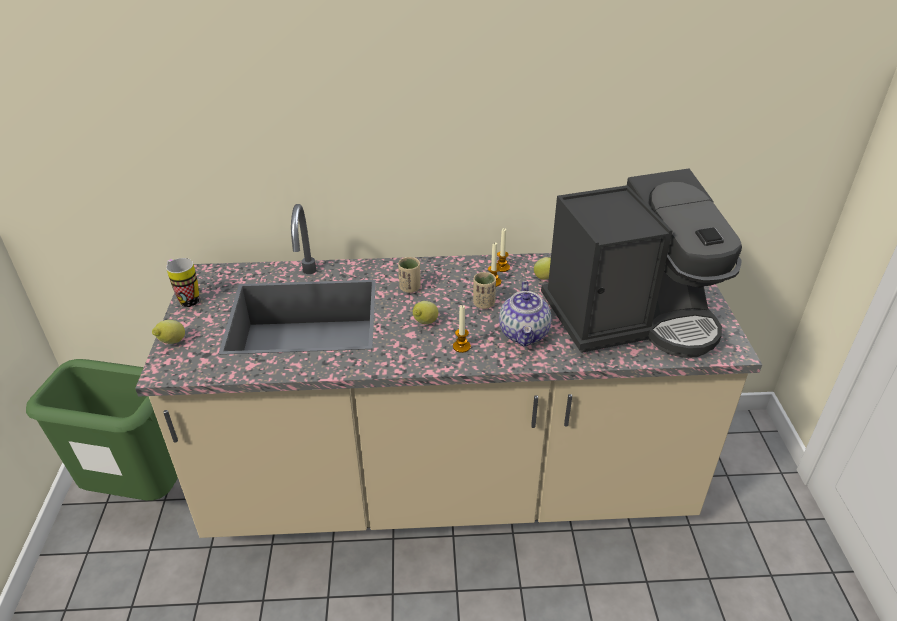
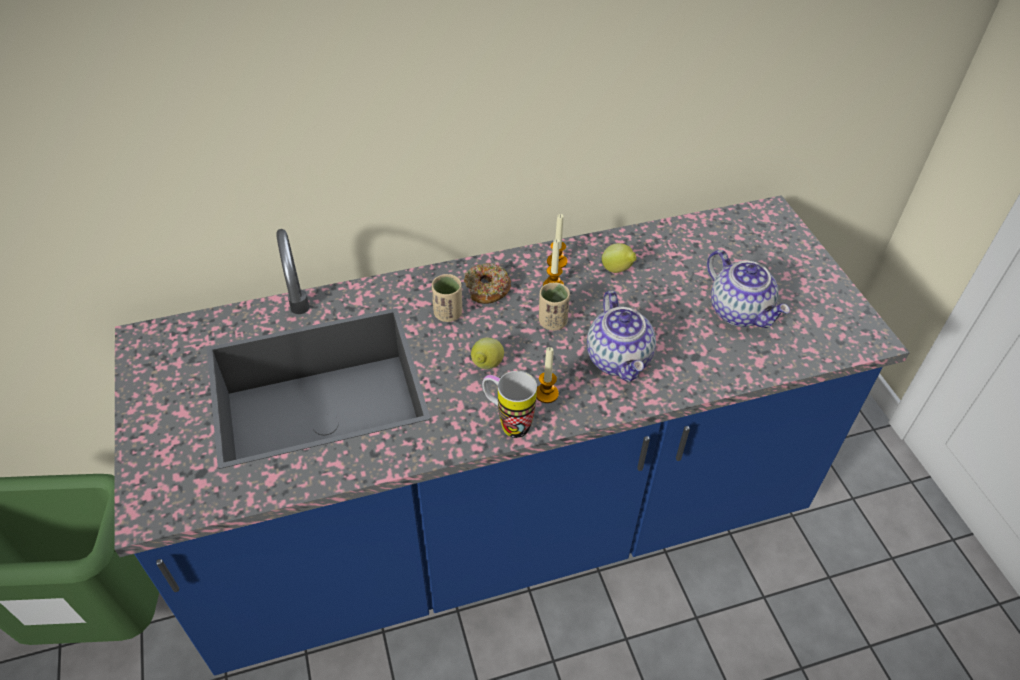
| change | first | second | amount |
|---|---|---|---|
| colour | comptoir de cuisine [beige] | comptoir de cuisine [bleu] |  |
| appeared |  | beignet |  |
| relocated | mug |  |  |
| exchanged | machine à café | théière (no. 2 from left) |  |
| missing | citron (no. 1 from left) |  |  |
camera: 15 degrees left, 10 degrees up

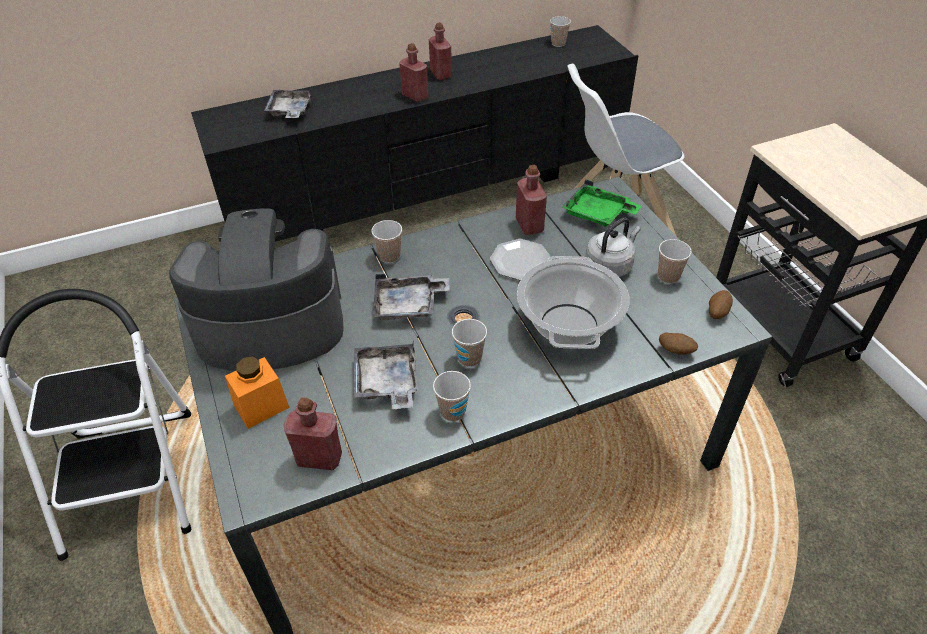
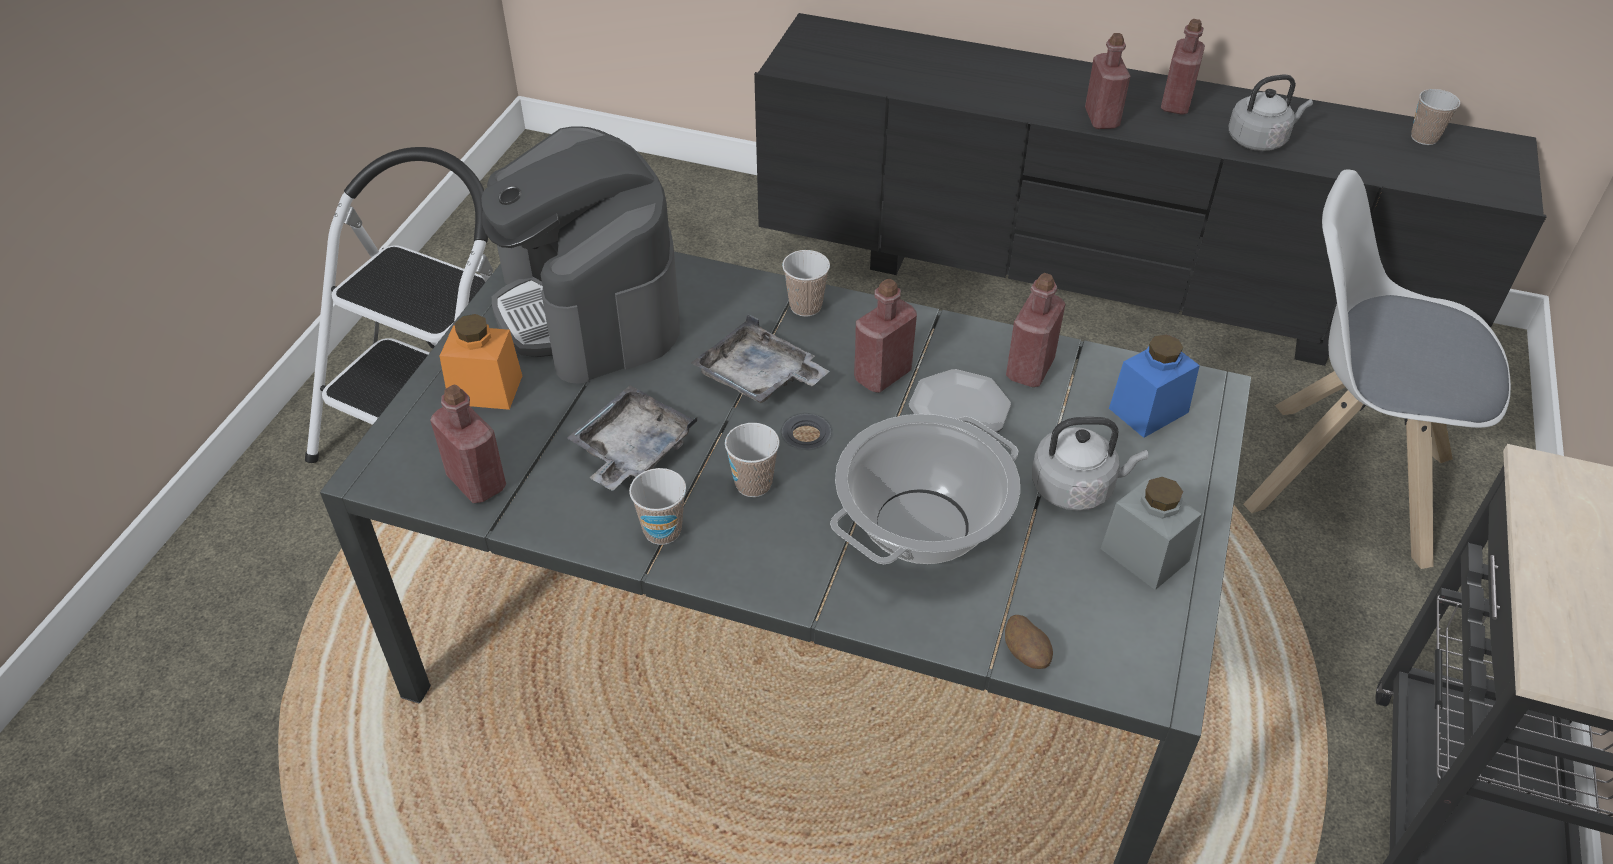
| change | first | second | amount |
|---|---|---|---|
| spun | machine à café |  | 150 degrees counterclockwise |
| appeared |  | bouteille [rouge] (no. 2 from left) |  |
| exchanged | tasse (no. 5 from left) | bocal [gris] |  |
| exchanged | plateau [vert] | bocal [bleu] |  |
| appeared |  | bouilloire [gris] (no. 2 from left) |  |
| missing | plateau [gris] (no. 1 from left) |  |  |
| missing | pomme de terre (no. 2 from left) |  |  |
camera: 40 degrees right, 0 degrees up

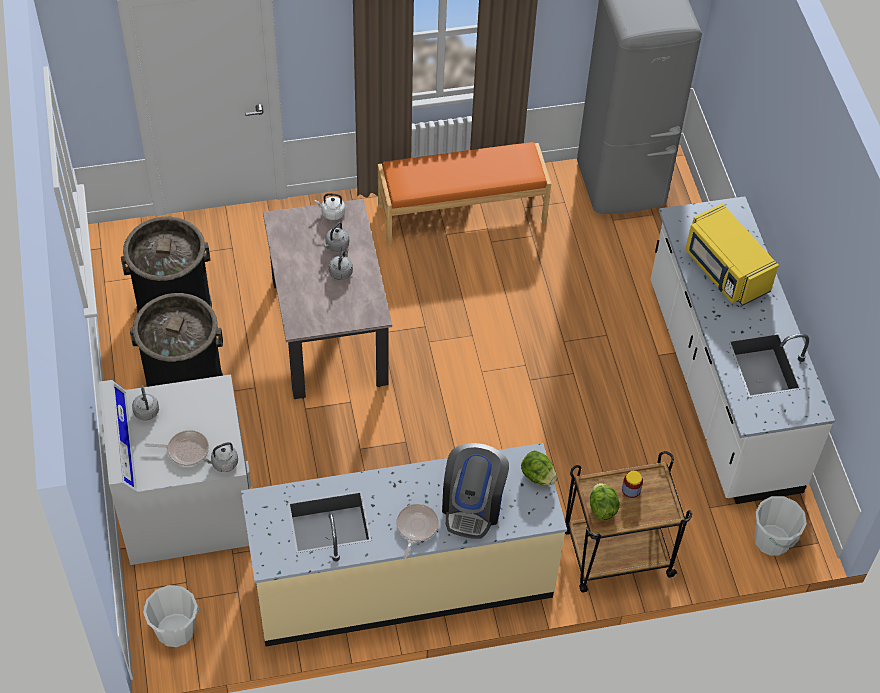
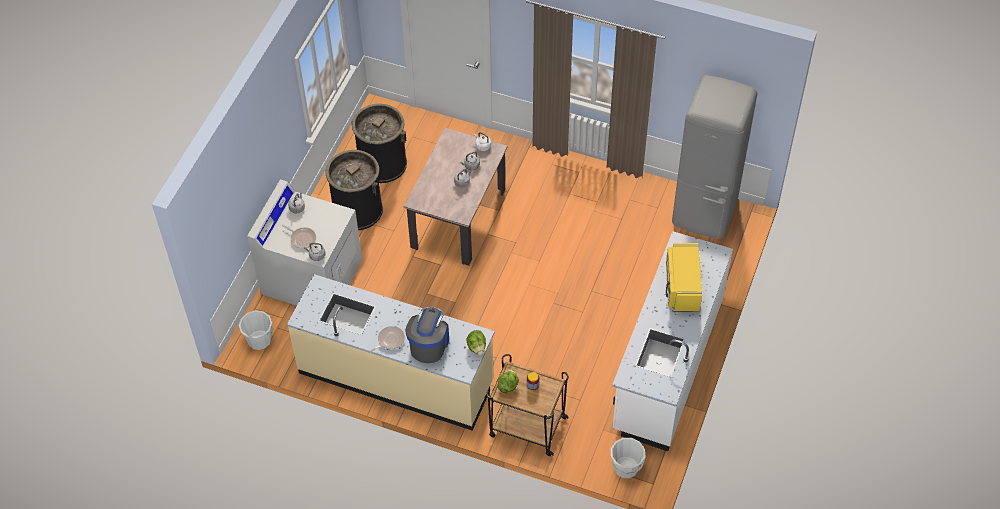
| change | first | second | amount |
|---|---|---|---|
| spun | machine à café |  | 150 degrees clockwise |
| missing | banc [orange] |  |  |
camera: 35 degrees right, 0 degrees up

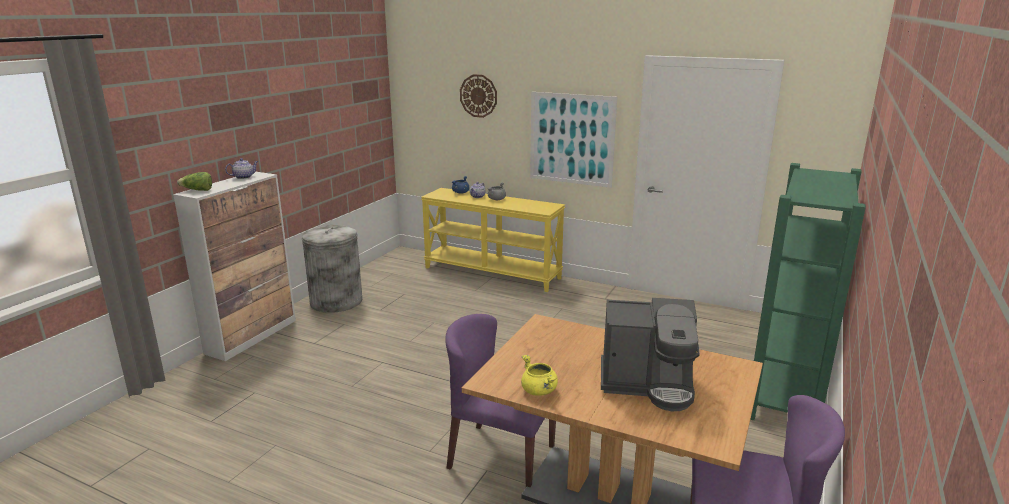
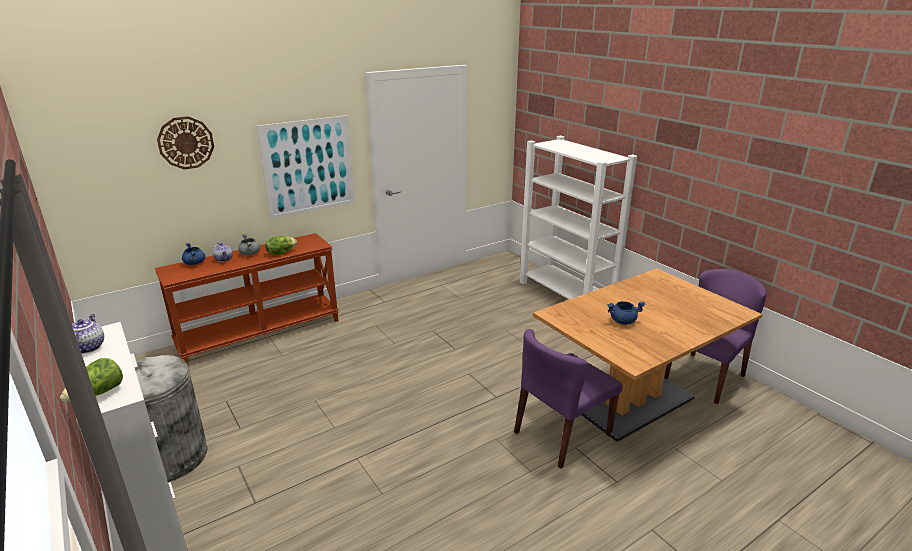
| change | first | second | amount |
|---|---|---|---|
| colour | table console [jaune] | table console [marron] |  |
| appeared |  | laitue (no. 2 from left) |  |
| colour | bibliothèque [vert] | bibliothèque [blanc] |  |
| appeared |  | marmite [bleu] (no. 2 from left) |  |
| missing | marmite [jaune] |  |  |
| missing | machine à café |  |  |
camera: 60 degrees left, 5 degrees up

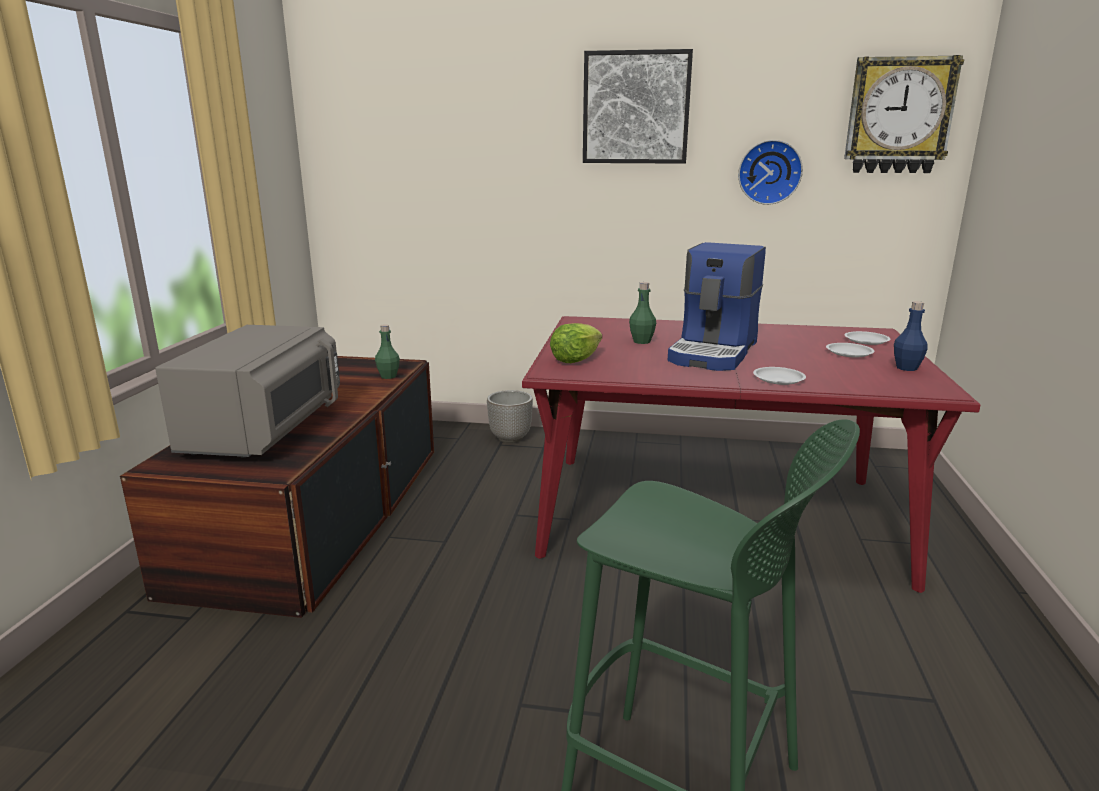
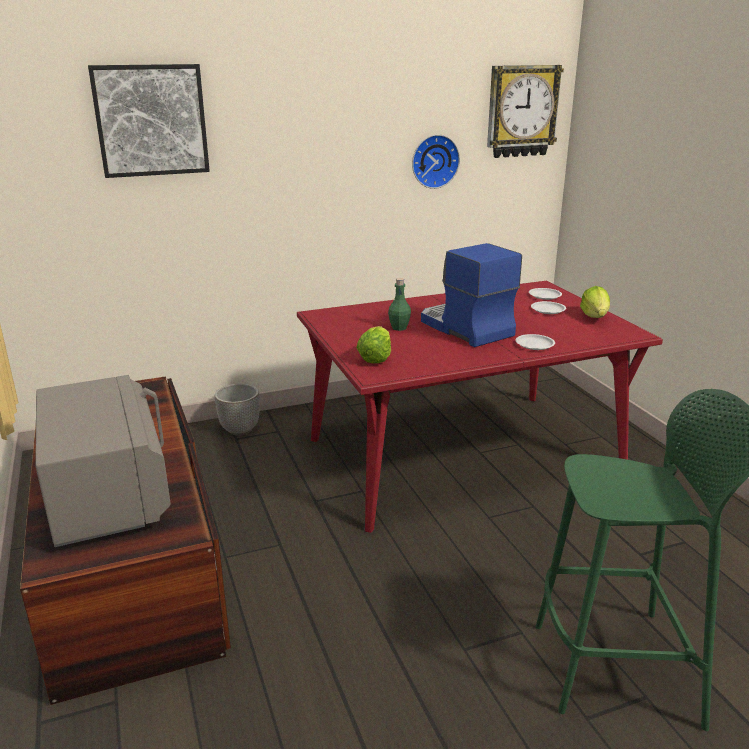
| change | first | second | amount |
|---|---|---|---|
| relocated | tableau |  |  |
| spun | machine à café |  | 150 degrees clockwise |
| exchanged | bouteille [bleu] | laitue (no. 2 from left) |  |
| missing | bouteille [vert] (no. 1 from left) |  |  |
camera: 30 degrees left, 5 degrees up

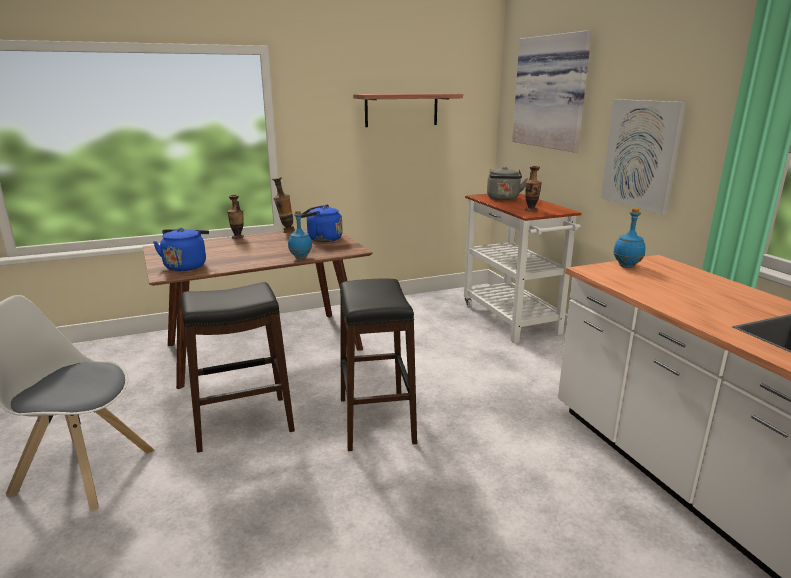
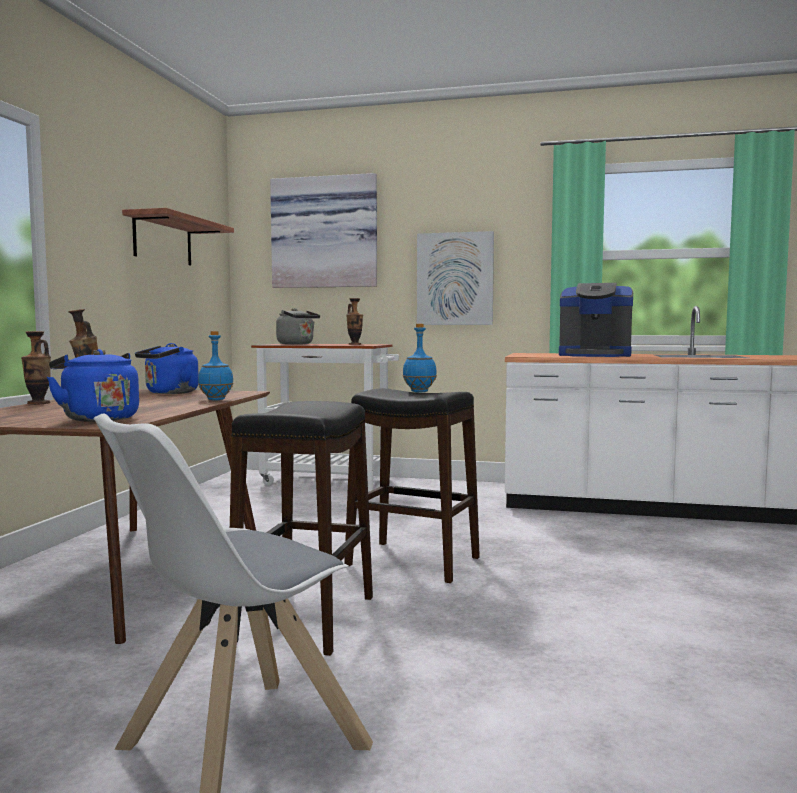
| change | first | second | amount |
|---|---|---|---|
| relocated | bouteille [bleu] (no. 2 from left) |  |  |
| appeared |  | machine à café |  |
camera: 55 degrees left, 15 degrees down

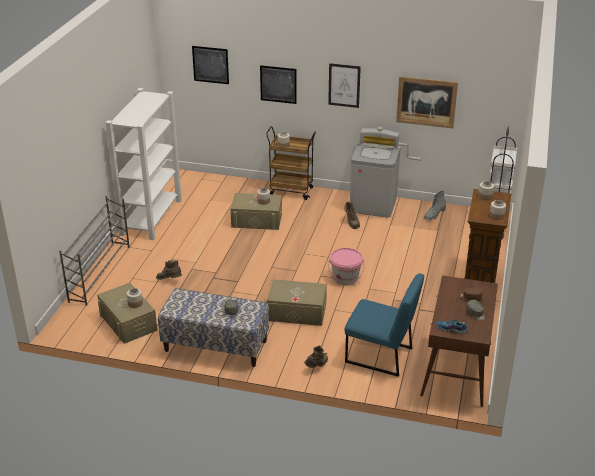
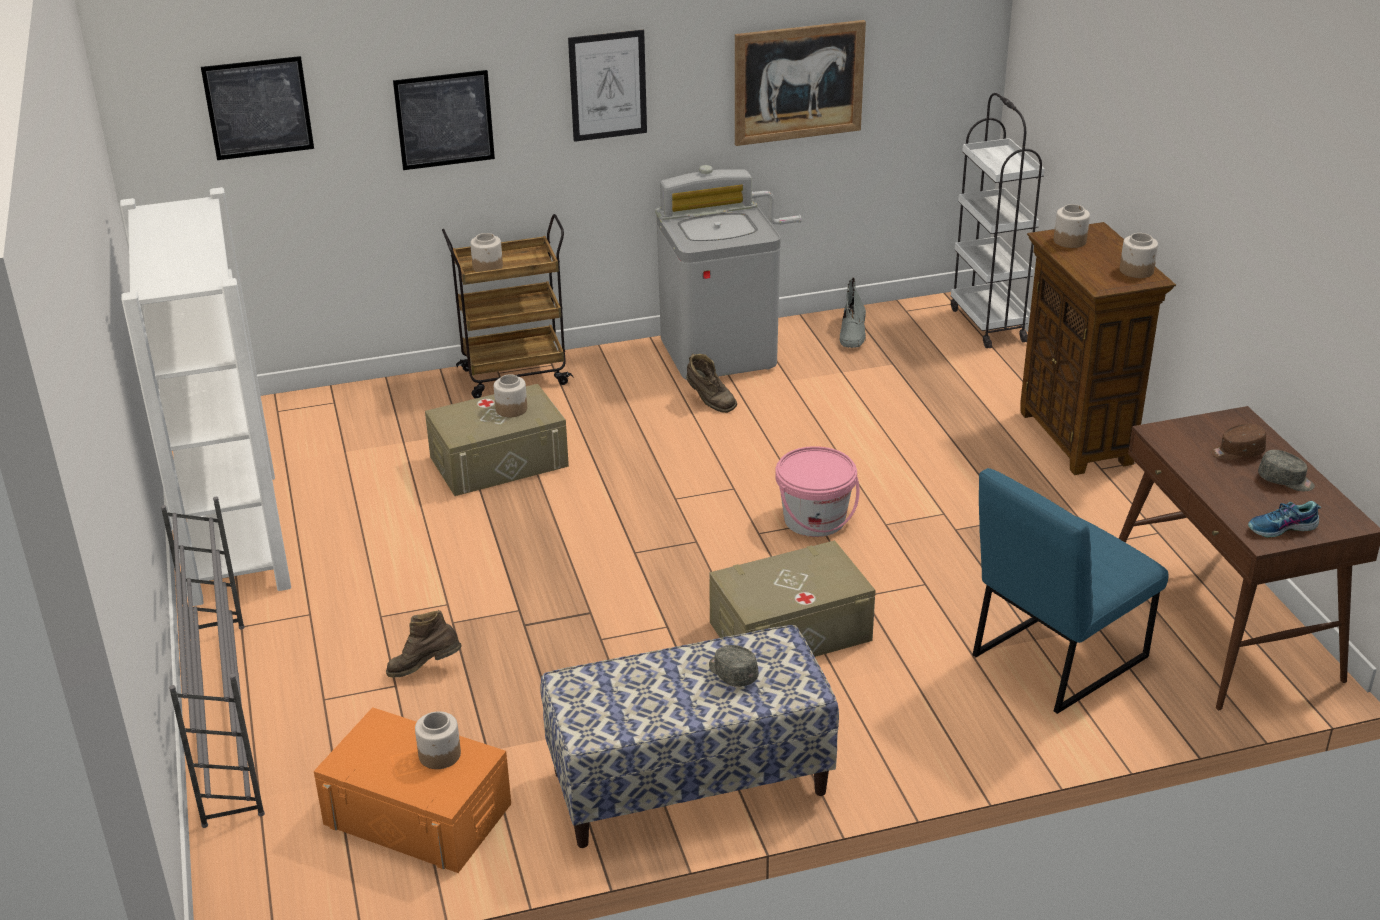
| change | first | second | amount |
|---|---|---|---|
| colour | boîte de rangement [beige] (no. 1 from left) | boîte de rangement [orange] |  |
| spun | chaise [bleu] |  | 150 degrees clockwise |
| missing | botte [marron] (no. 2 from left) |  |  |
camera: 30 degrees left, 0 degrees up

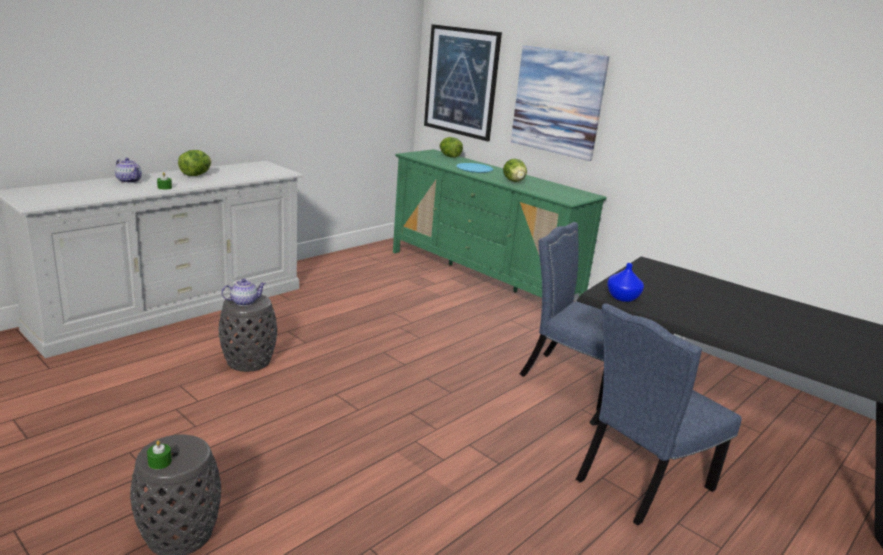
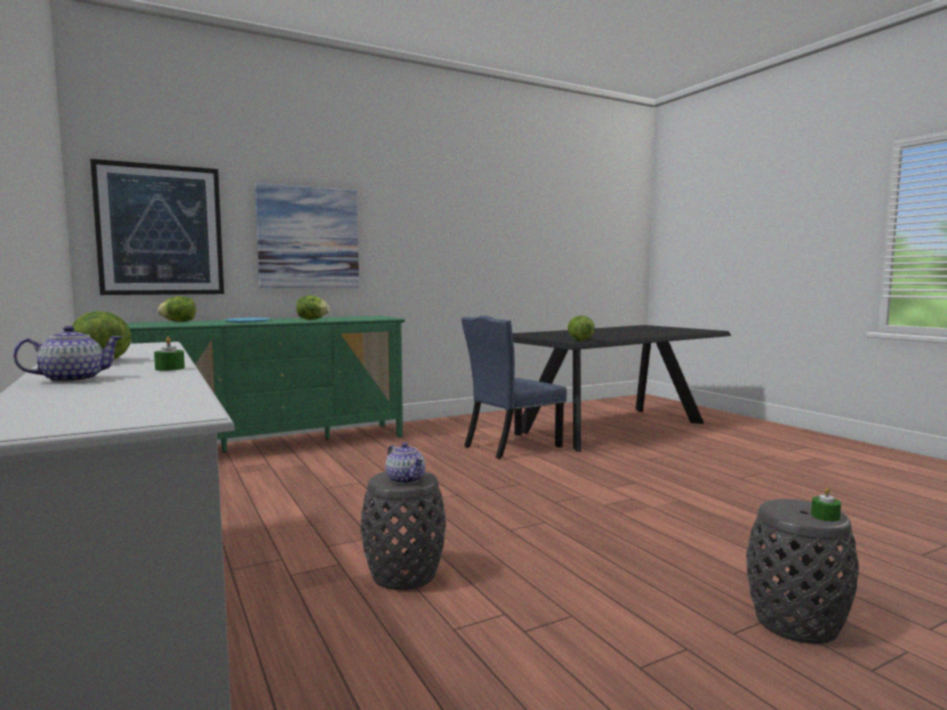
| change | first | second | amount |
|---|---|---|---|
| spun | théière (no. 2 from left) |  | 150 degrees clockwise |
| exchanged | vase [bleu] | laitue (no. 4 from left) |  |
| missing | chaise [bleu] (no. 2 from left) |  |  |
camera: 70 degrees left, 15 degrees down

